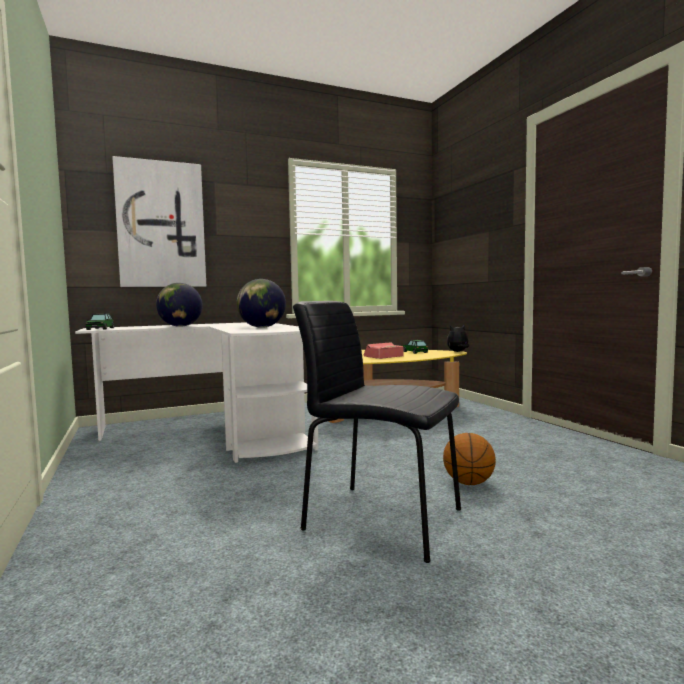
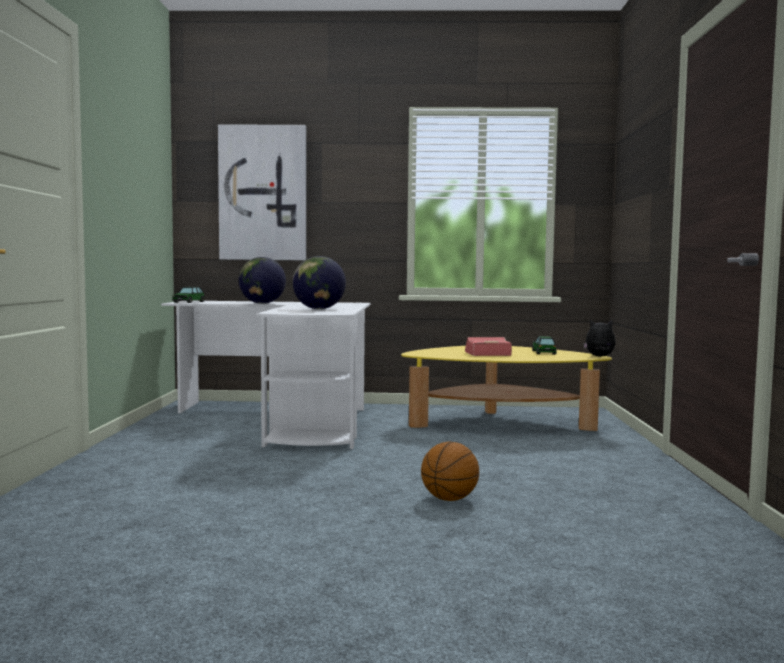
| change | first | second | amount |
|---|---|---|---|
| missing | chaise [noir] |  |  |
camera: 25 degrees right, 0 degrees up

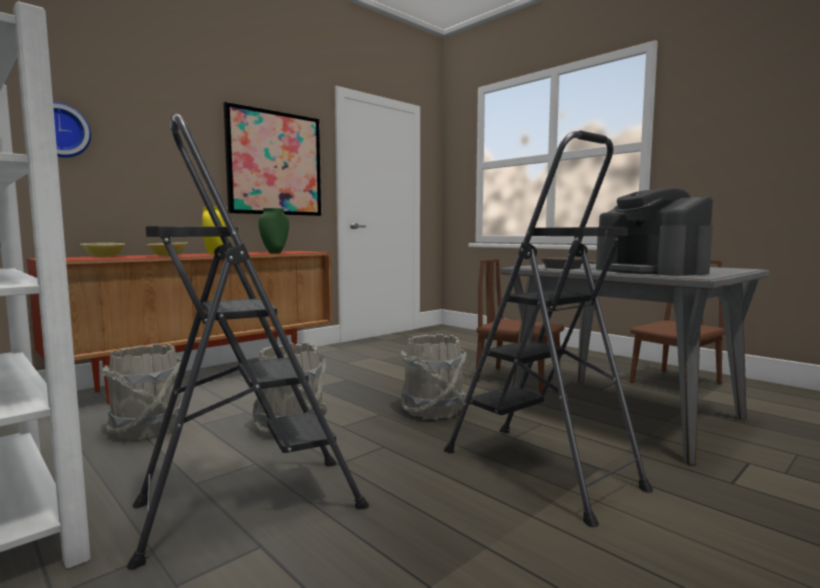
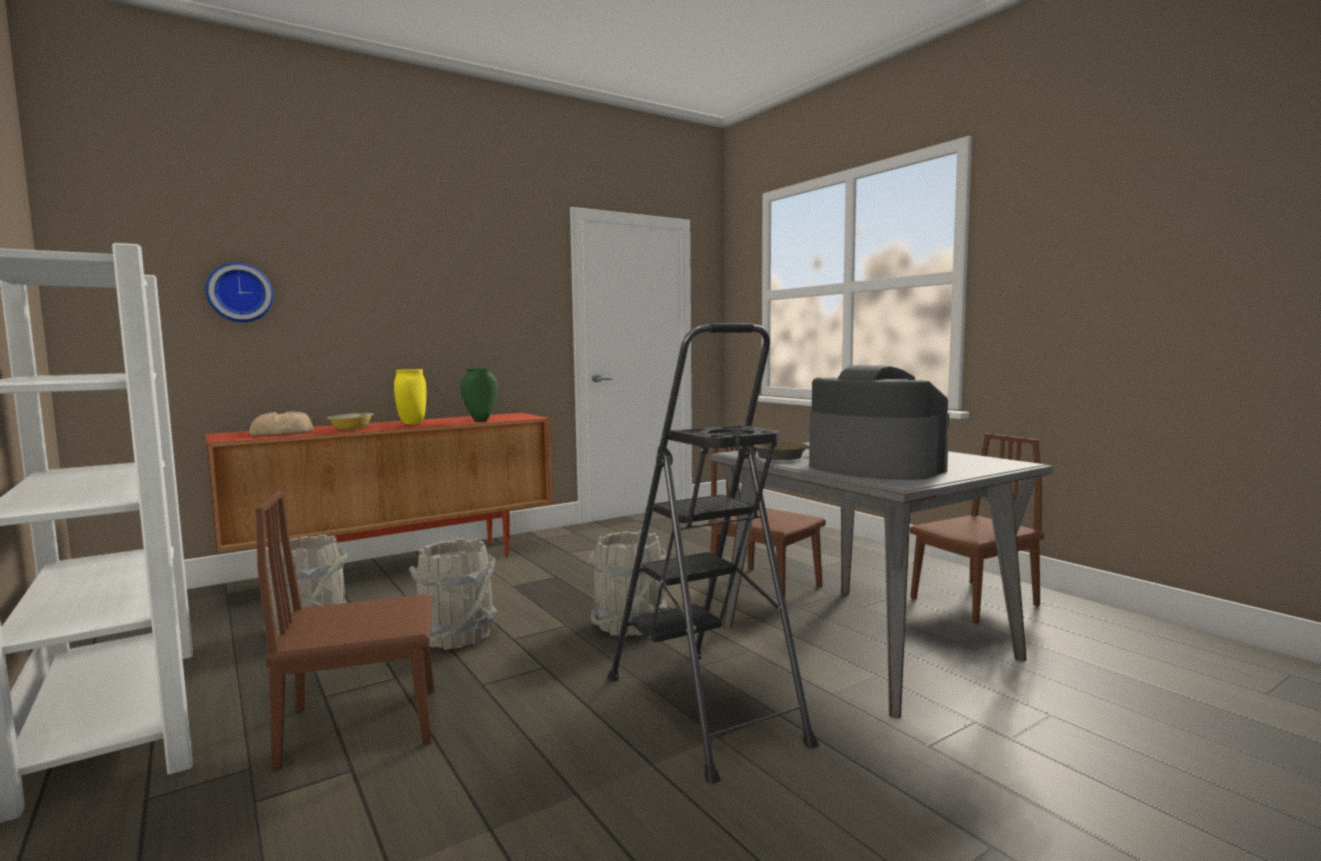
| change | first | second | amount |
|---|---|---|---|
| exchanged | bol (no. 1 from left) | pain |  |
| exchanged | escabeau (no. 1 from left) | chaise [marron] (no. 1 from left) |  |
| spun | machine à café |  | 150 degrees clockwise |
| missing | tableau |  |  |
camera: 10 degrees right, 0 degrees up

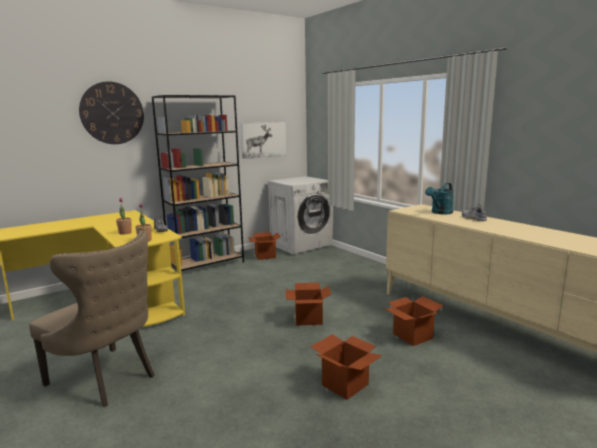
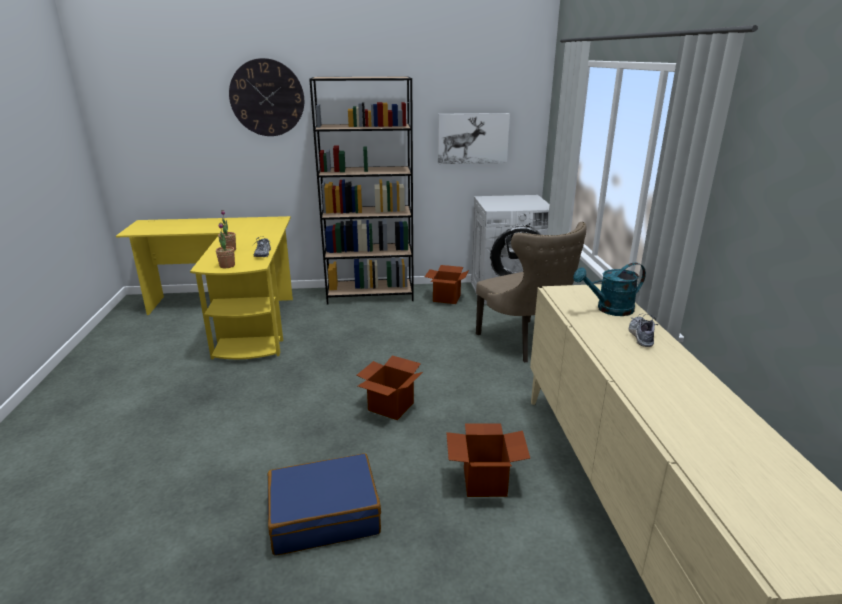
| change | first | second | amount |
|---|---|---|---|
| exchanged | carton (no. 3 from left) | valise [bleu] |  |
| relocated | chaise [beige] |  |  |
camera: 30 degrees right, 10 degrees up

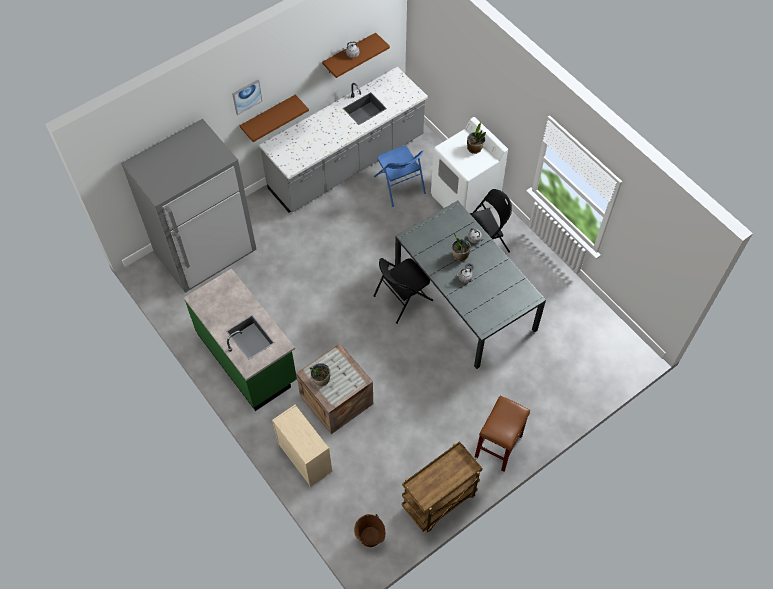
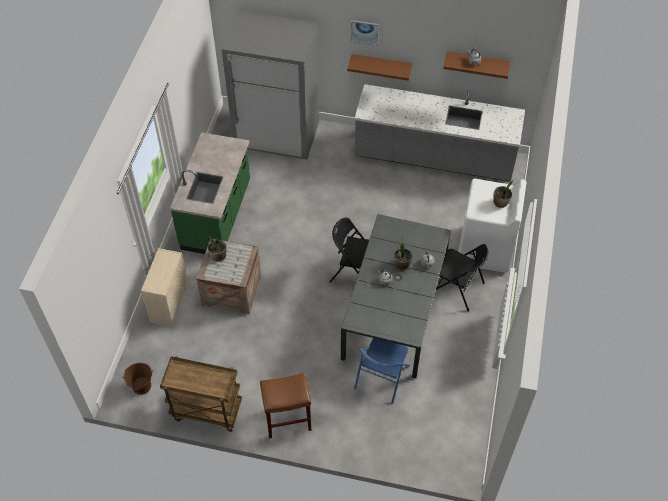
| change | first | second | amount |
|---|---|---|---|
| relocated | chaise [bleu] |  |  |
camera: 50 degrees right, 5 degrees down

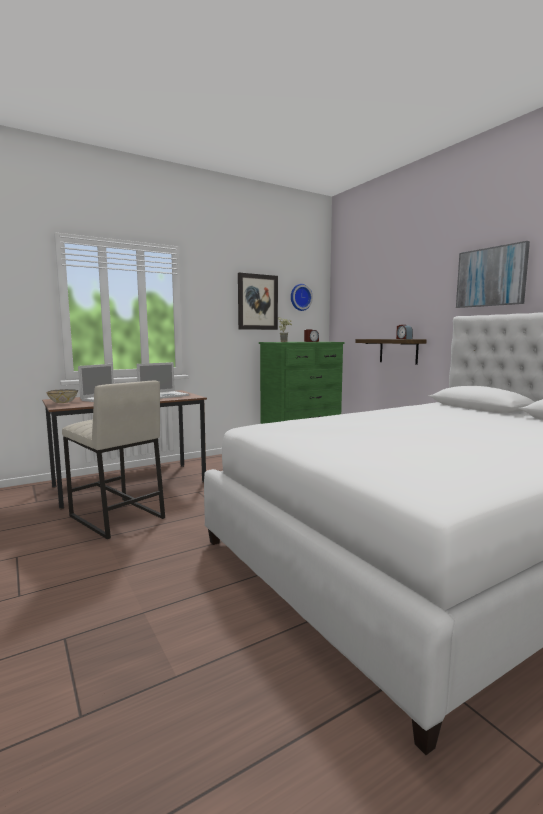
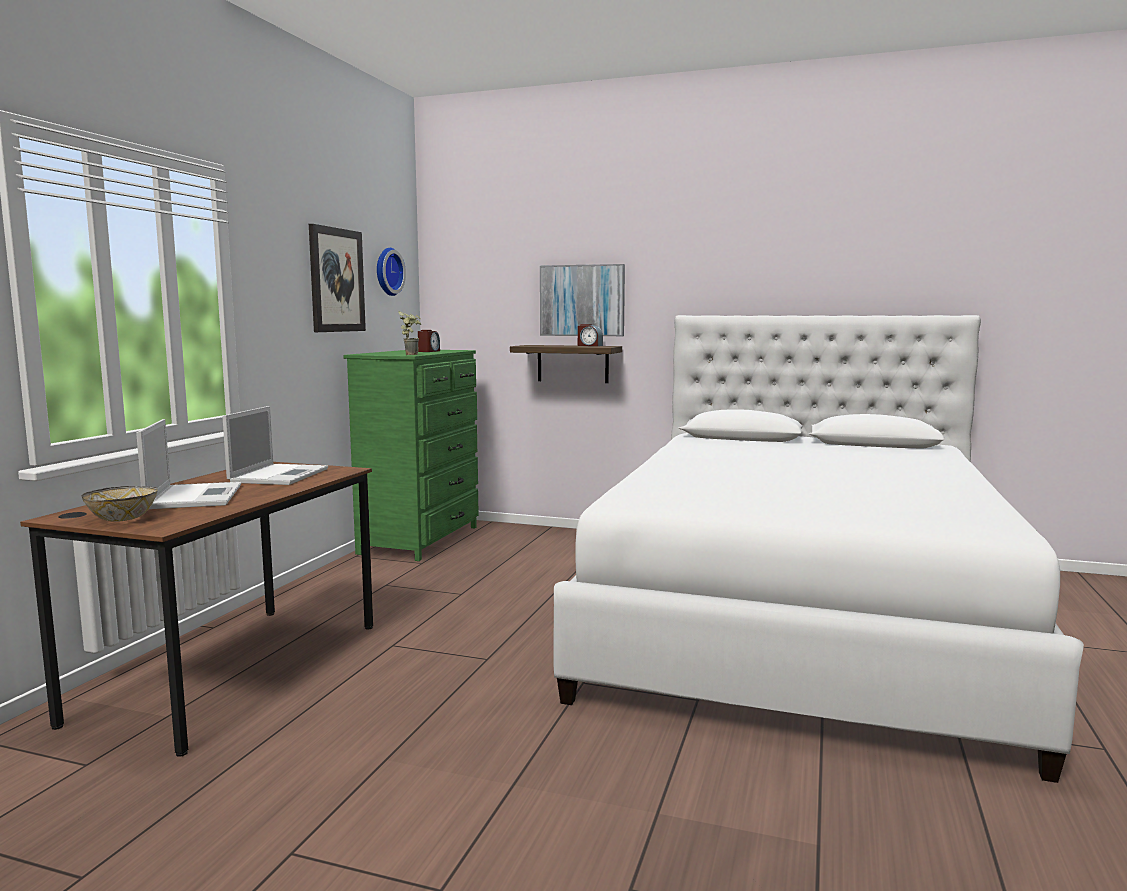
| change | first | second | amount |
|---|---|---|---|
| relocated | tableau (no. 2 from left) |  |  |
| missing | tabouret [beige] |  |  |
camera: 40 degrees left, 0 degrees up

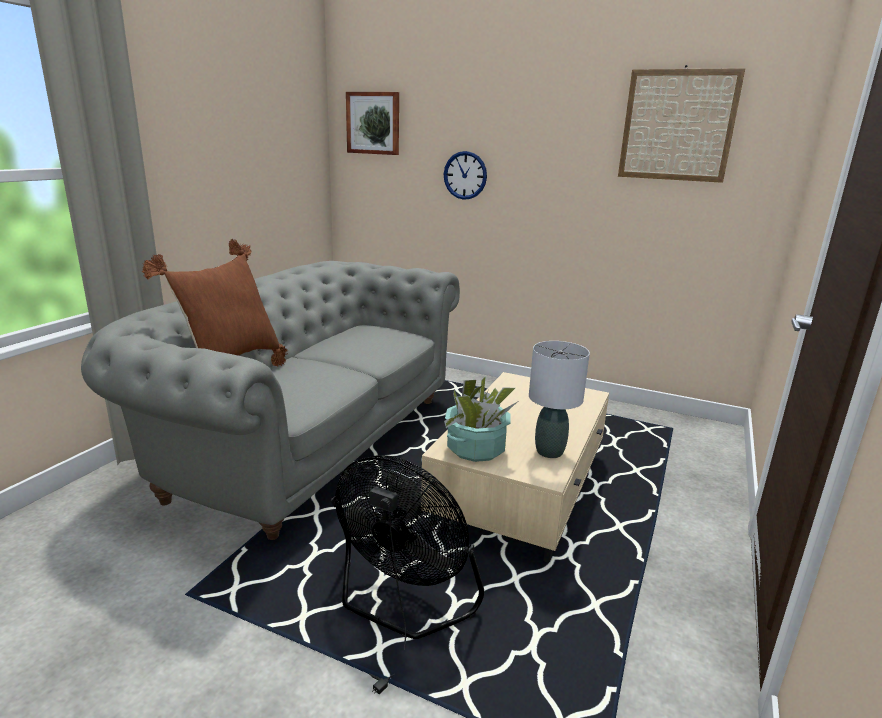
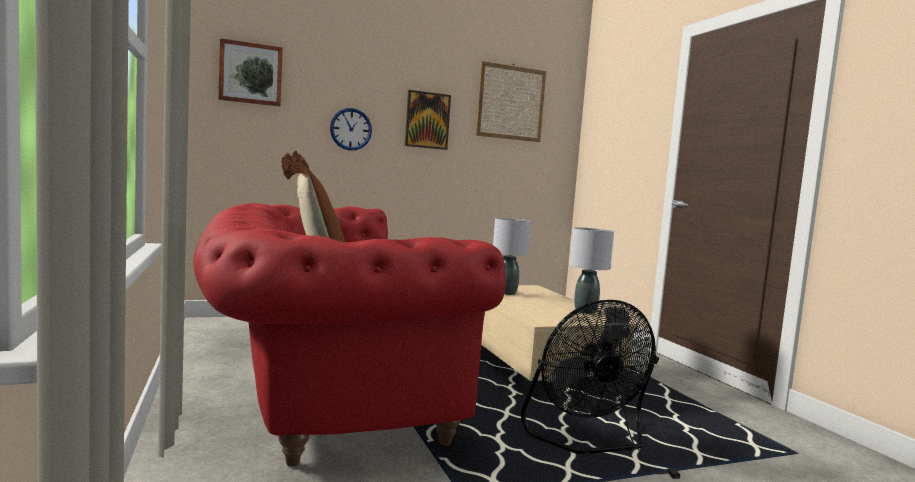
| change | first | second | amount |
|---|---|---|---|
| colour | canapé [gris] | canapé [rouge] |  |
| appeared |  | tableau (no. 2 from left) |  |
| appeared |  | lampe de table [gris] (no. 1 from left) |  |
| missing | plante en pot |  |  |
camera: 45 degrees left, 15 degrees down

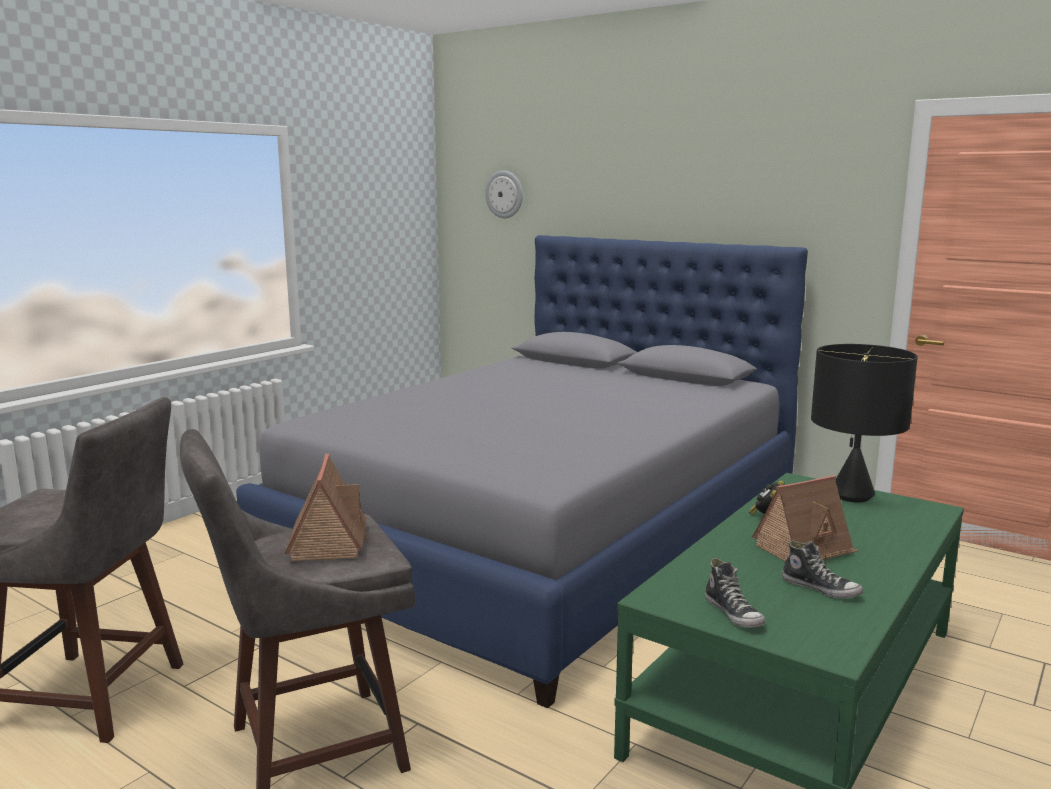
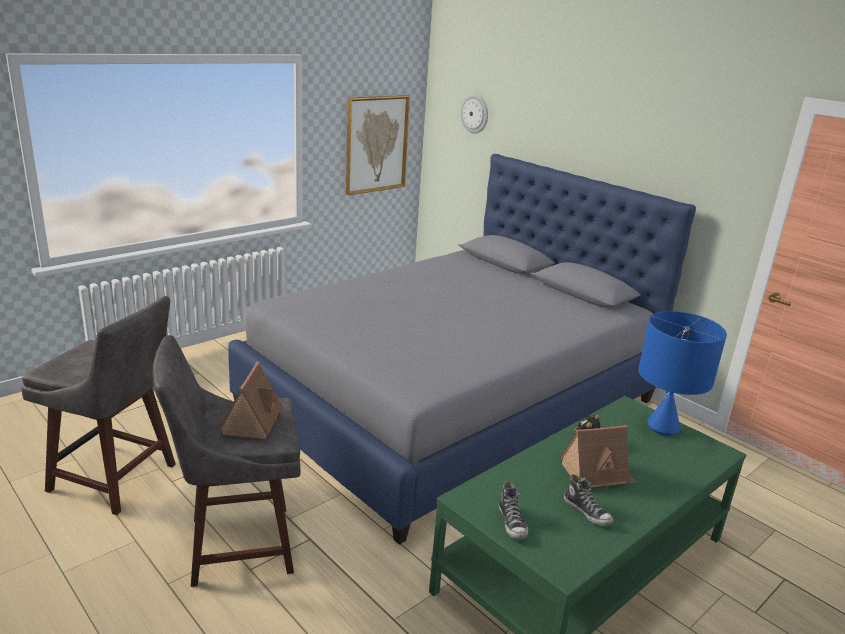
| change | first | second | amount |
|---|---|---|---|
| appeared |  | tableau |  |
| colour | lampe de table [noir] | lampe de table [bleu] |  |
camera: 10 degrees right, 10 degrees up

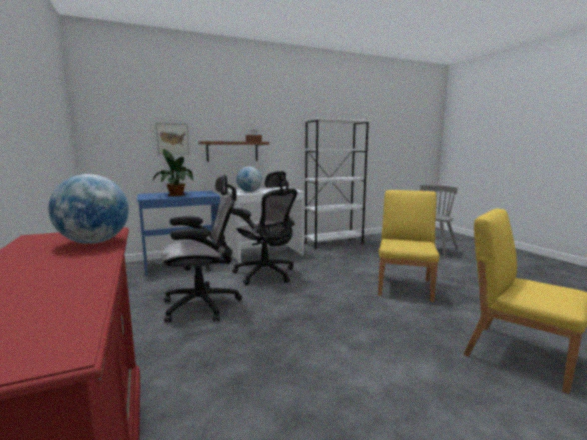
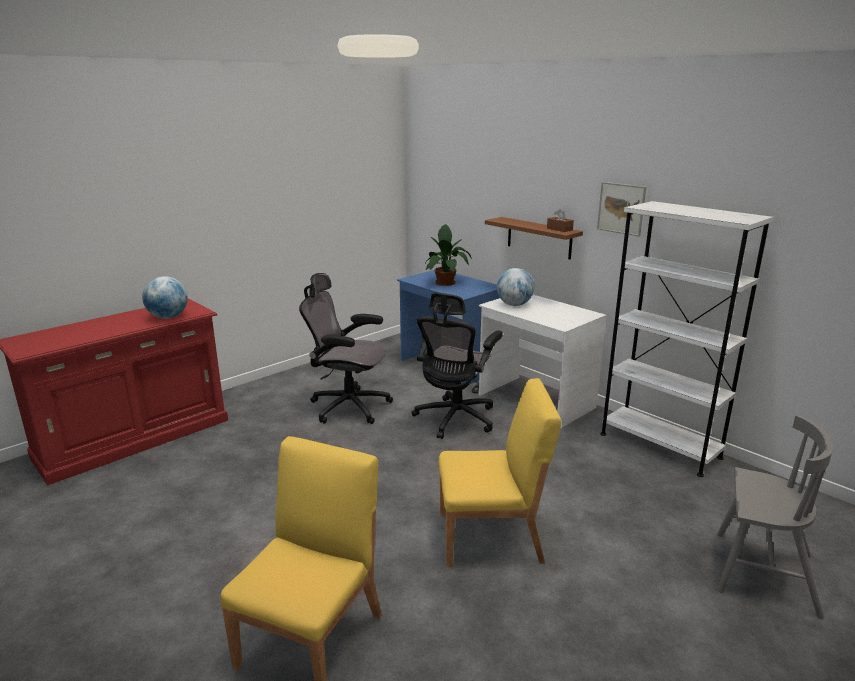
| change | first | second | amount |
|---|---|---|---|
| spun | chaise de bureau (no. 1 from left) |  | 150 degrees clockwise |
| relocated | tableau |  |  |
camera: 70 degrees right, 10 degrees up

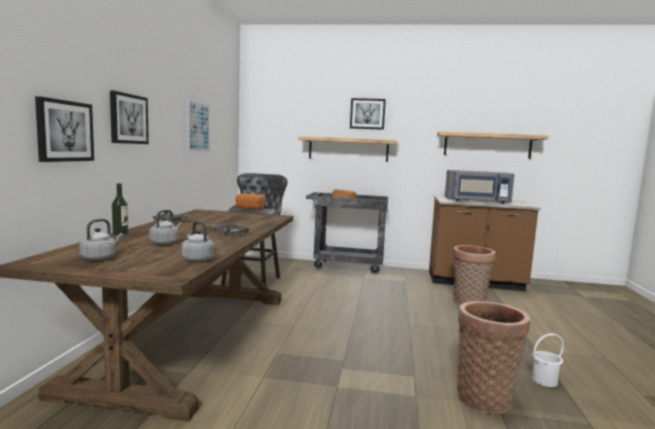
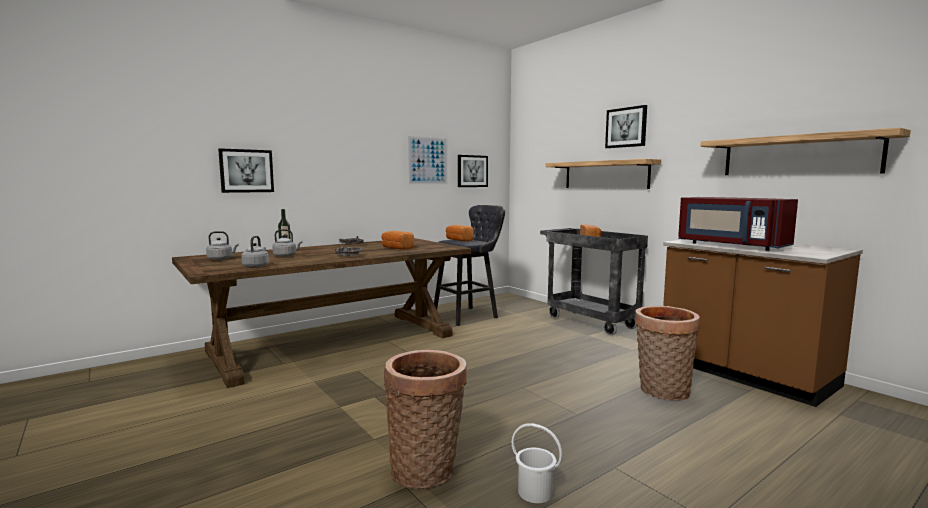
| change | first | second | amount |
|---|---|---|---|
| appeared |  | pain (no. 1 from left) |  |
| relocated | tableau (no. 2 from left in the first image) | tableau (no. 3 from left) |  |
| colour | micro-ondes [gris] | micro-ondes [rouge] |  |
camera: 45 degrees right, 0 degrees up

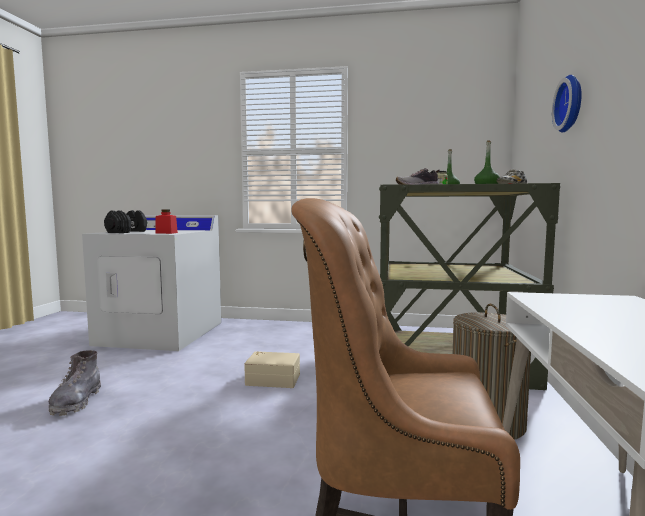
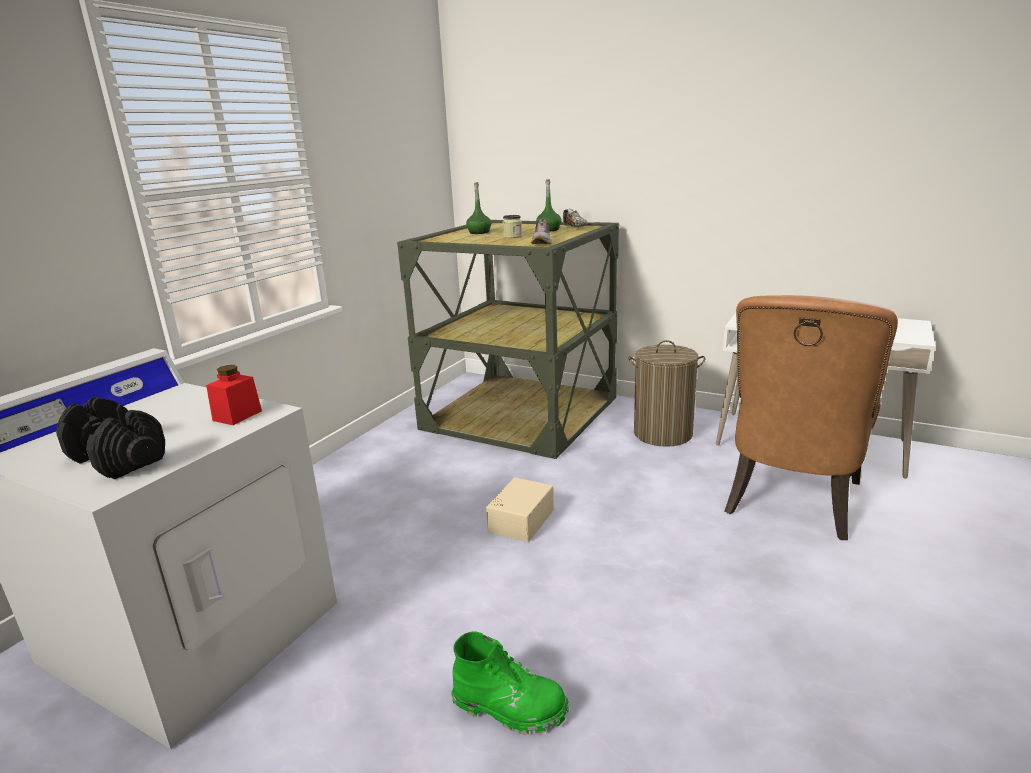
| change | first | second | amount |
|---|---|---|---|
| colour | botte [gris] | botte [vert] |  |
| missing | horloge murale |  |  |
camera: 70 degrees left, 15 degrees up

